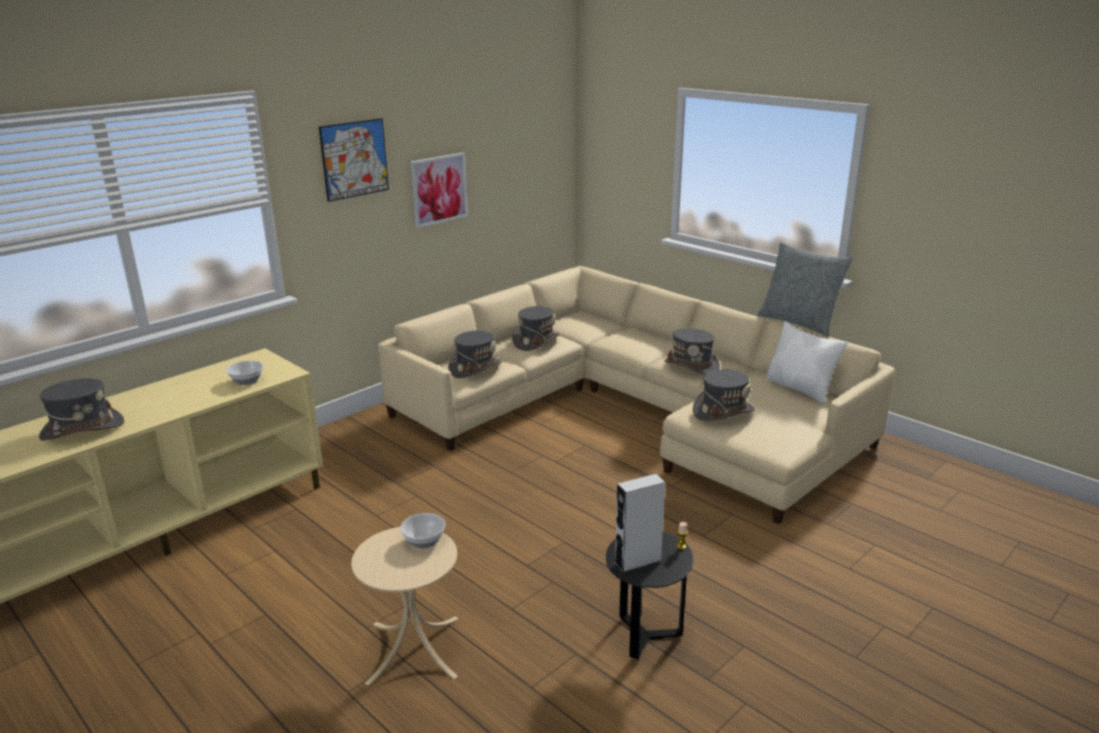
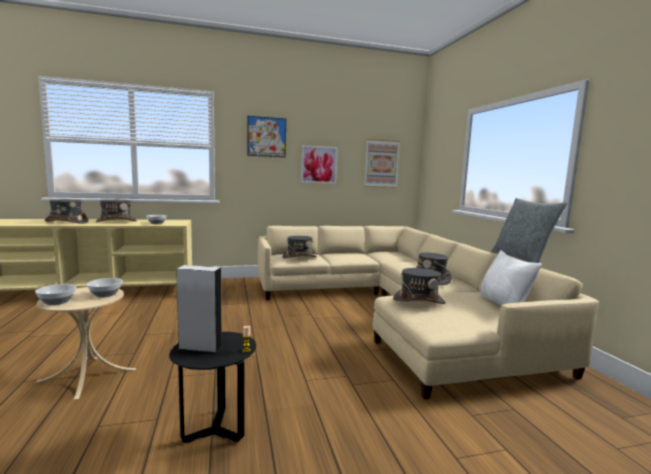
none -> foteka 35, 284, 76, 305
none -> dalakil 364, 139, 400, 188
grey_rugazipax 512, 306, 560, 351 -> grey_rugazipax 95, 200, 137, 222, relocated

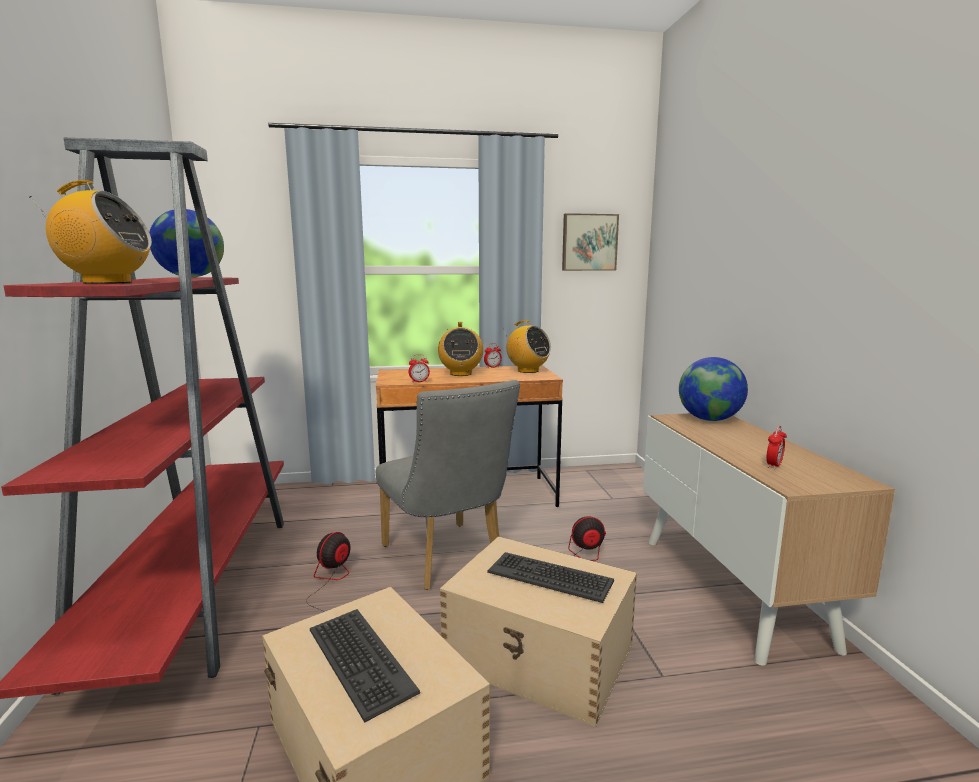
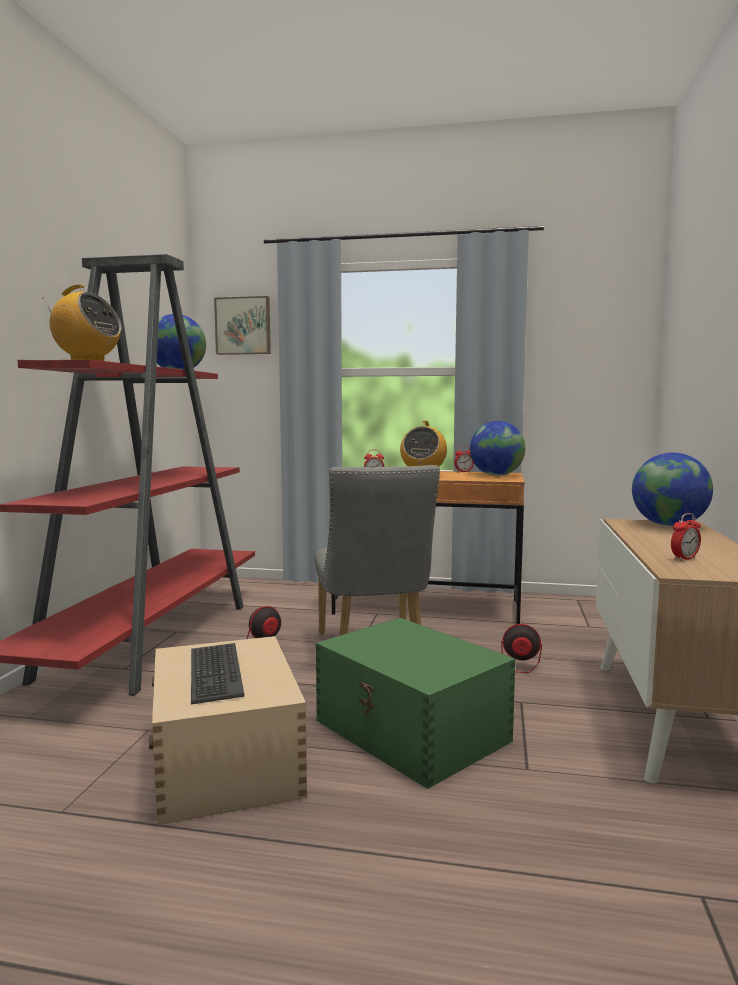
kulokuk 487, 552, 614, 603 -> none
dalakil 562, 213, 619, 271 -> dalakil 214, 296, 271, 355, relocated
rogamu 504, 320, 551, 373 -> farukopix 470, 421, 526, 476
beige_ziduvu 440, 536, 637, 727 -> green_ziduvu 316, 618, 516, 789

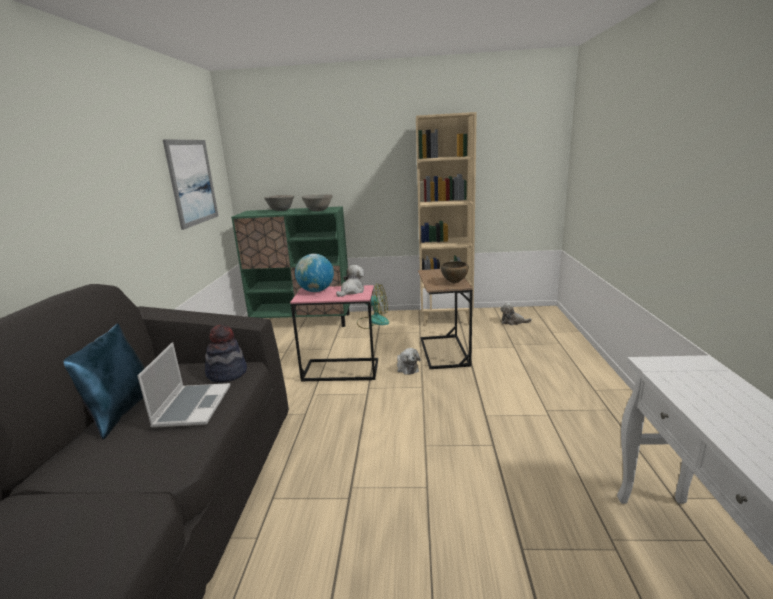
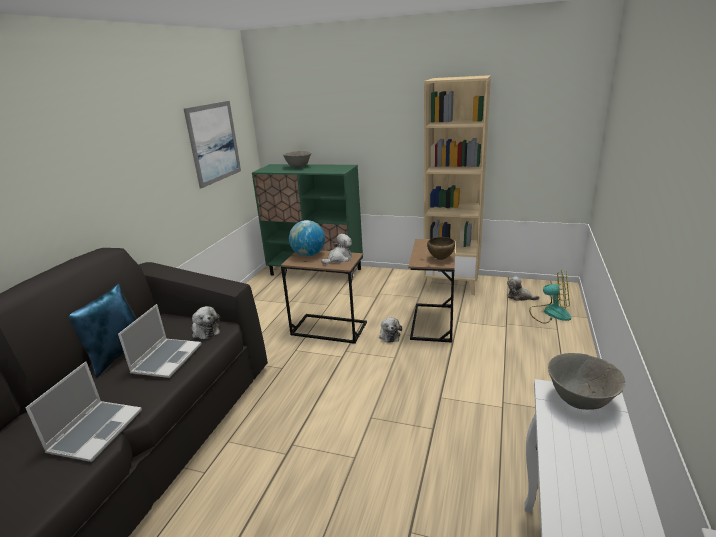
none -> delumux 25, 361, 142, 462
grey_foteka 301, 194, 333, 211 -> grey_foteka 548, 353, 625, 410, relocated
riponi 357, 283, 389, 329 -> riponi 529, 269, 571, 323, relocated
rugazipax 205, 325, 247, 382 -> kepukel 192, 306, 220, 339
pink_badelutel 290, 285, 378, 381 -> brown_badelutel 281, 250, 367, 344

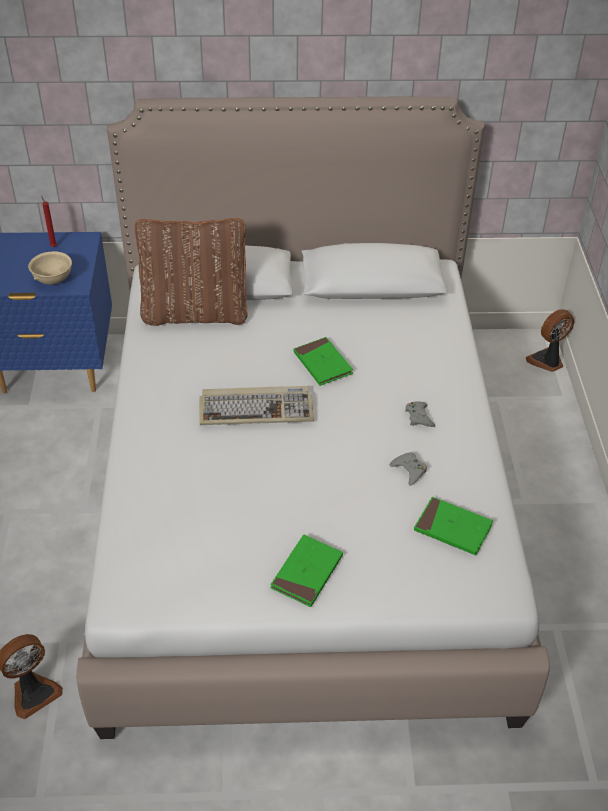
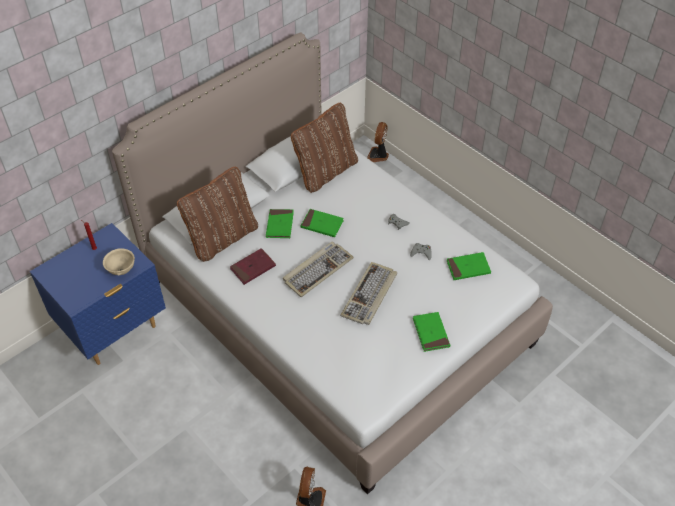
none -> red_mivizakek 230, 248, 276, 285
none -> green_mivizakek 266, 209, 294, 238
none -> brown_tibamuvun 291, 103, 358, 193
none -> kulokuk 340, 262, 397, 325

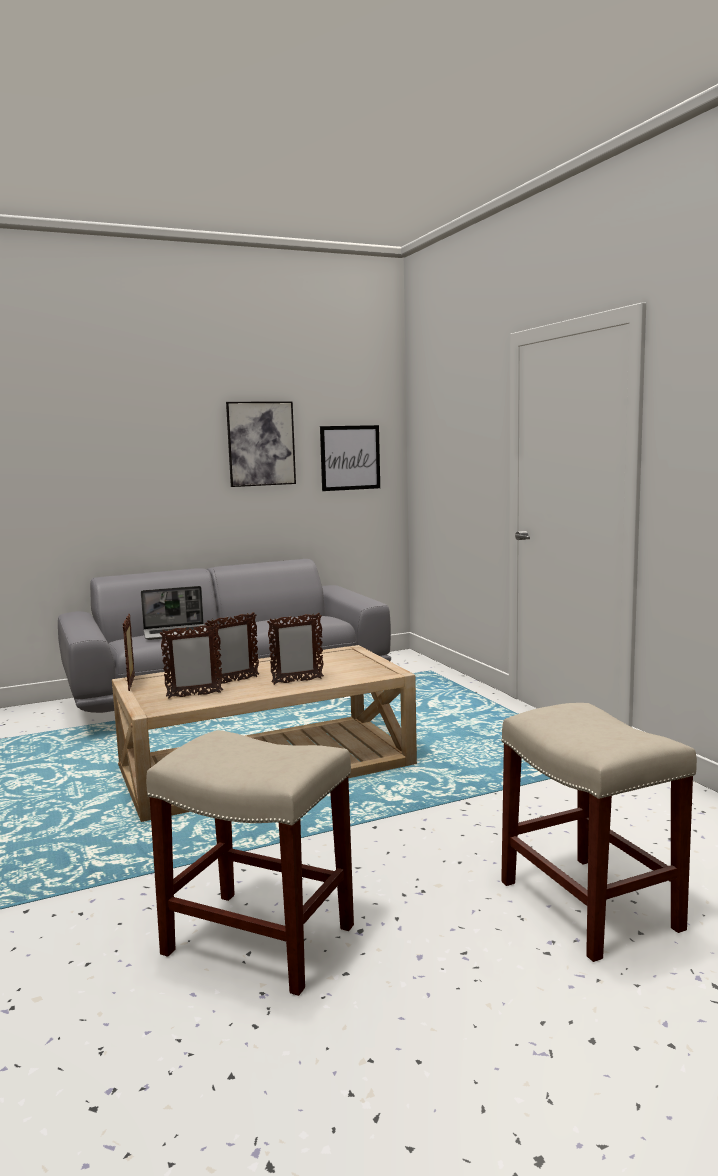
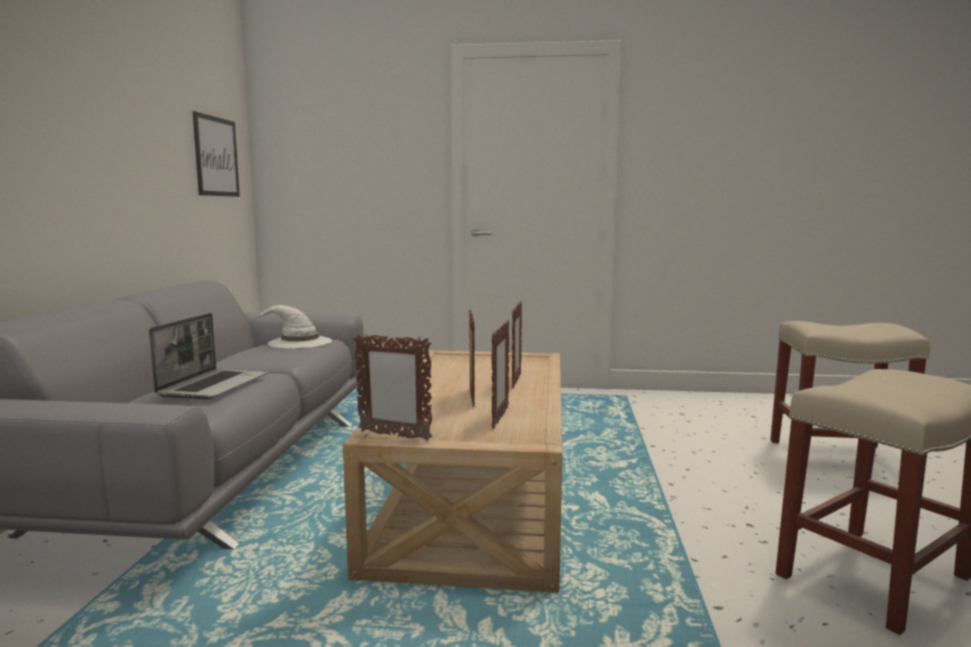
dalakil 226, 401, 296, 487 -> none
none -> white_rugazipax 252, 305, 332, 349

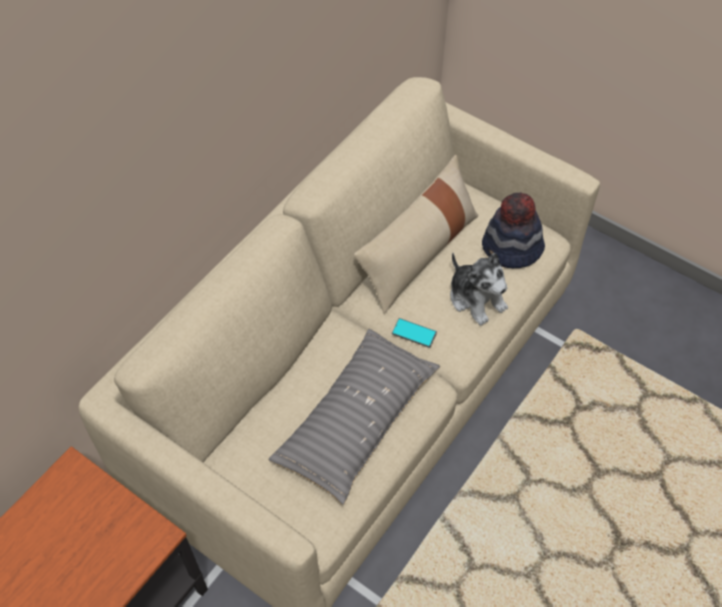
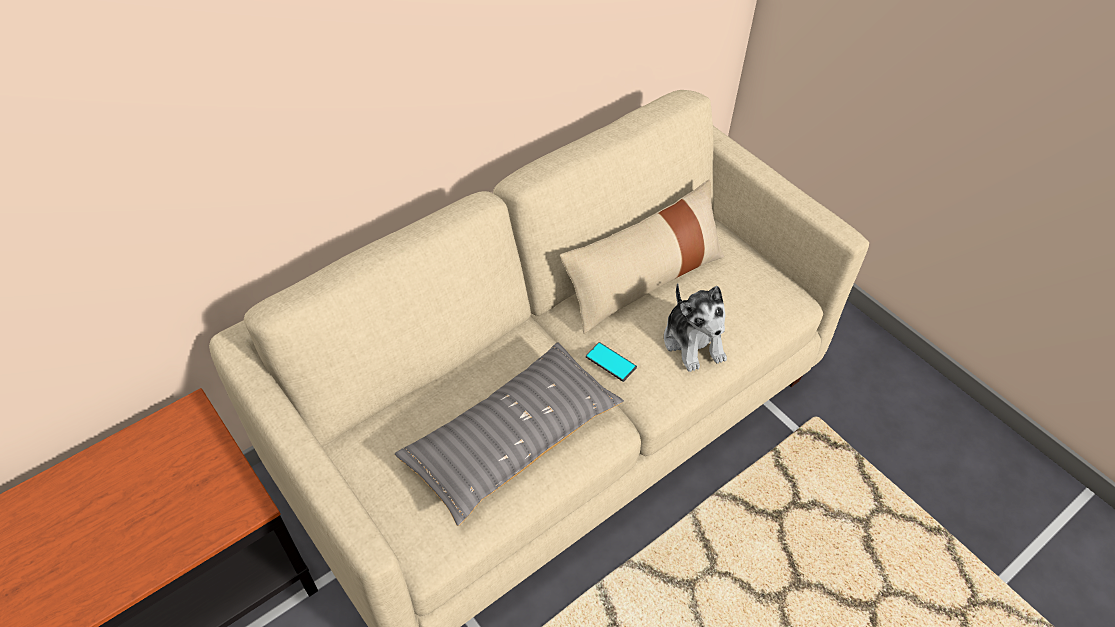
rugazipax 482, 193, 545, 268 -> none

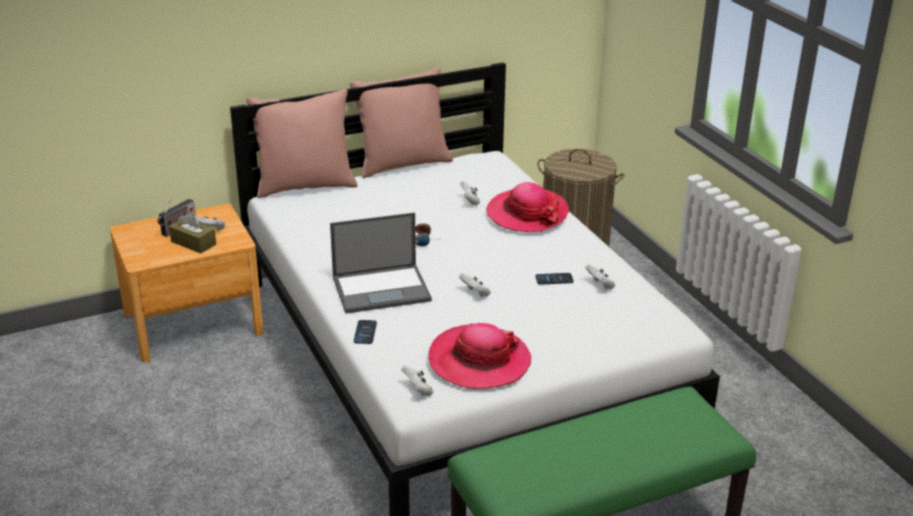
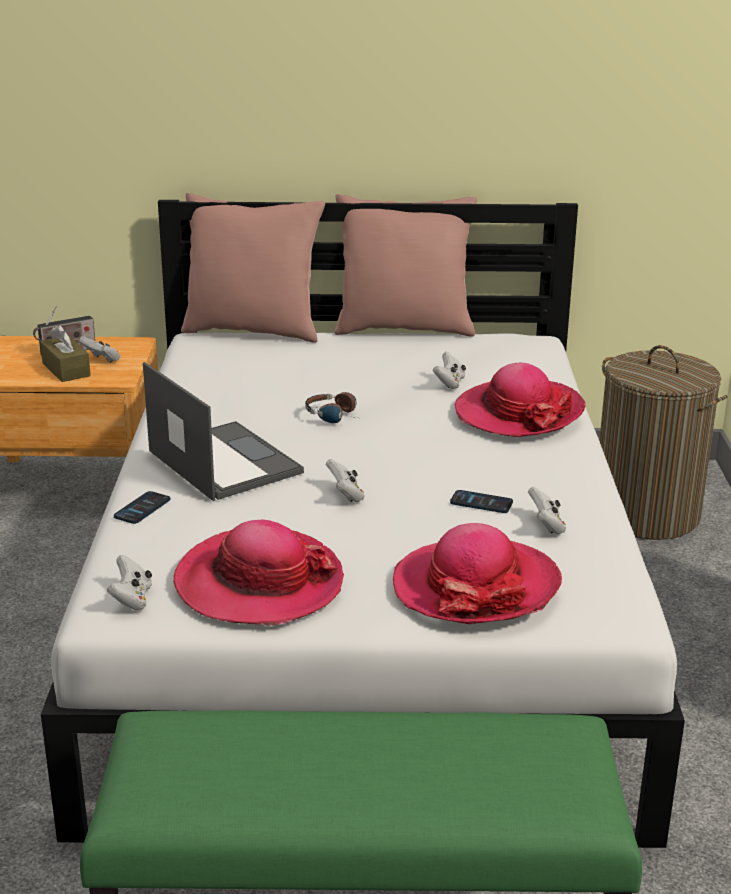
none -> rugazipax 393, 523, 562, 624
delumux 330, 212, 432, 314 -> delumux 143, 362, 304, 501, 135 degrees counterclockwise

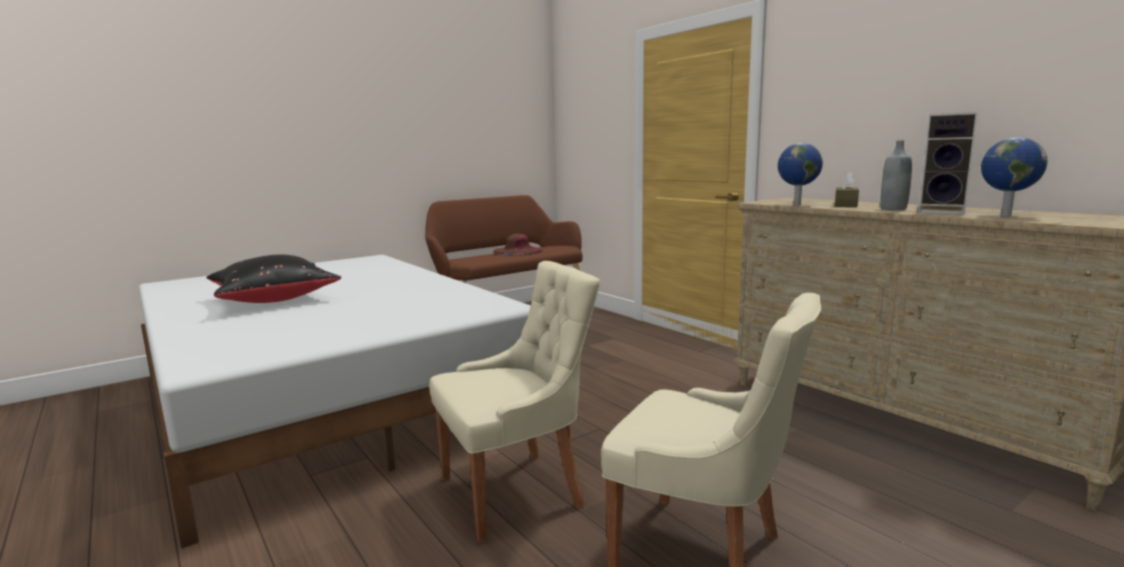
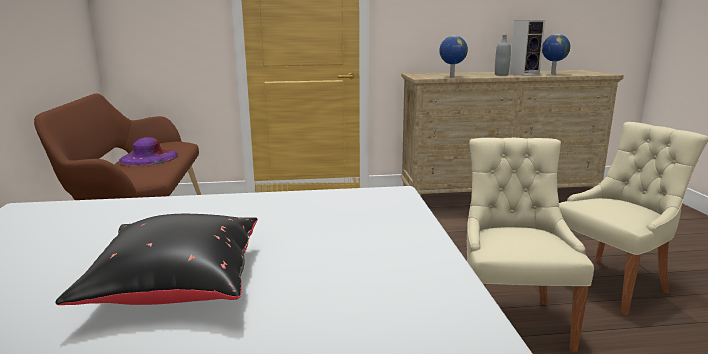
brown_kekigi 835, 172, 859, 207 -> none
brown_rugazipax 493, 234, 543, 256 -> purple_rugazipax 119, 137, 178, 166

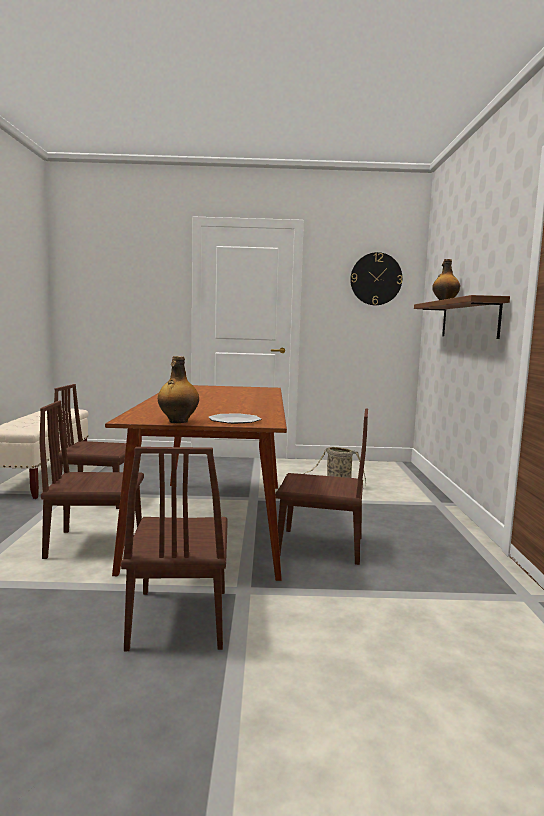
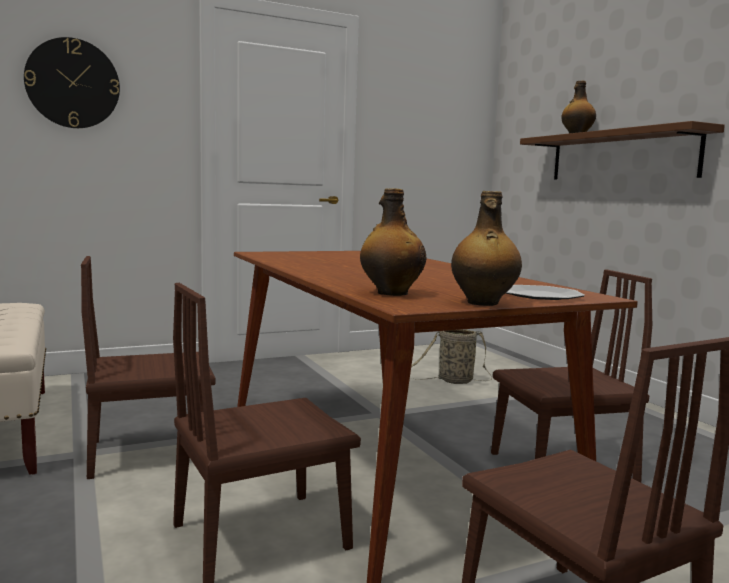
none -> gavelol 360, 188, 426, 296
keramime 350, 252, 402, 305 -> keramime 24, 37, 120, 128, relocated

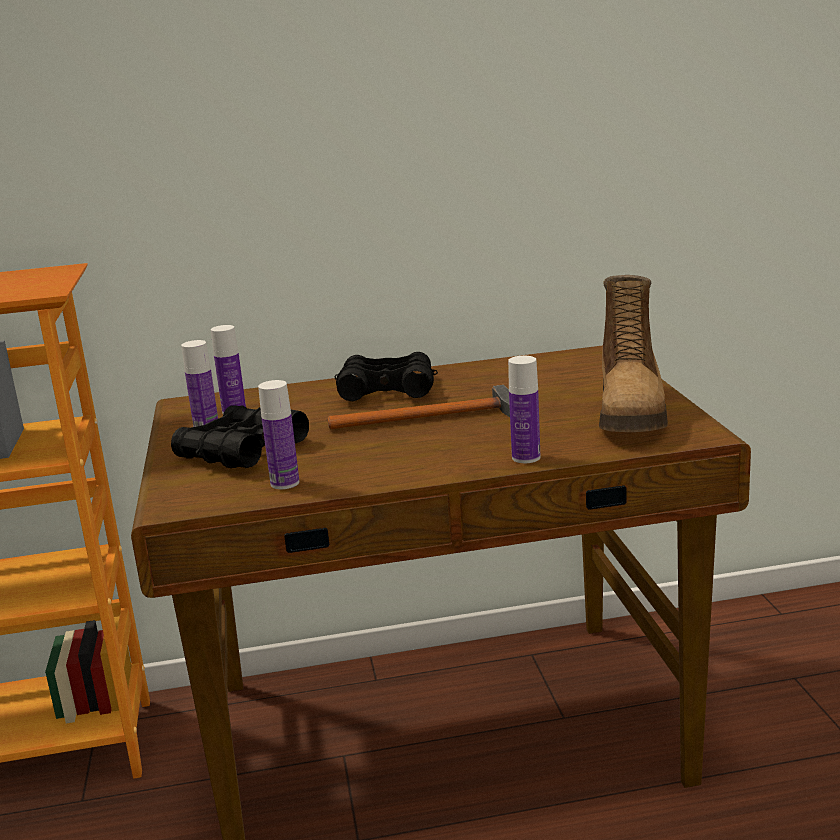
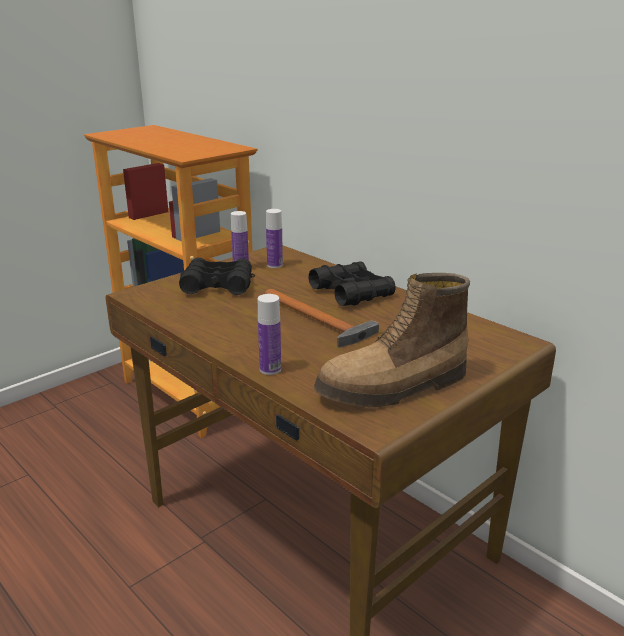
gavelol 258, 380, 299, 489 -> none

